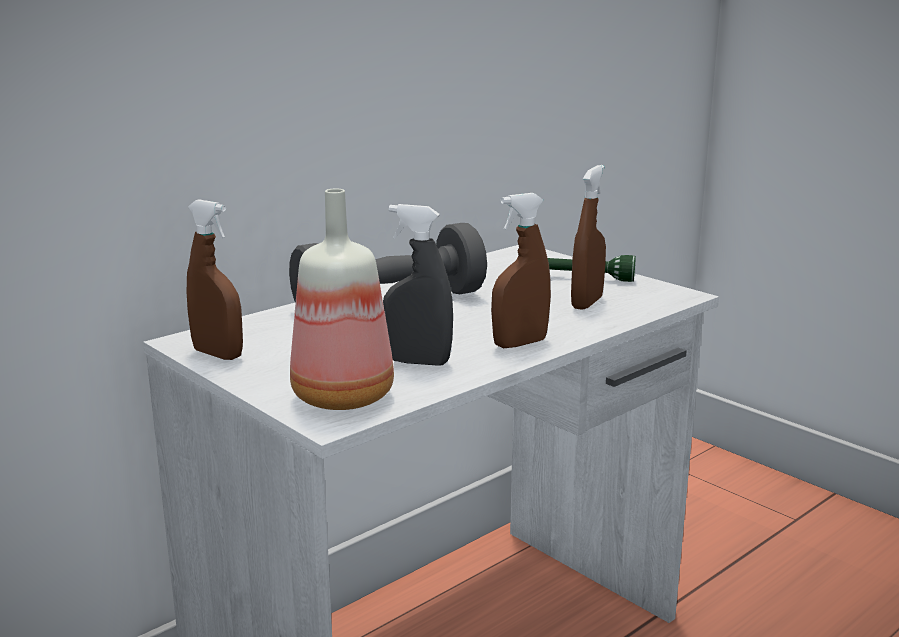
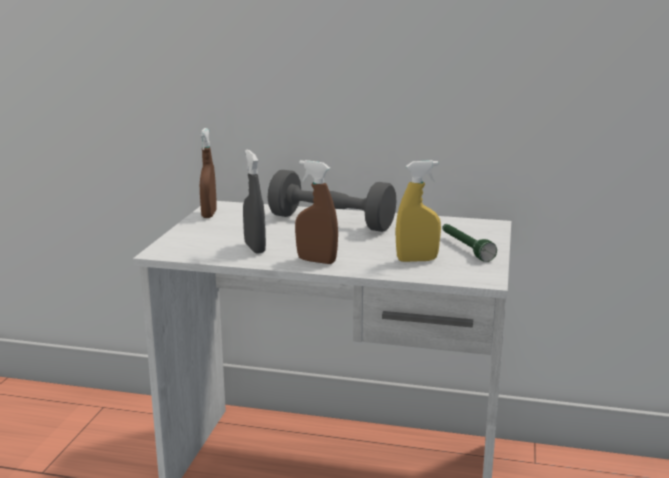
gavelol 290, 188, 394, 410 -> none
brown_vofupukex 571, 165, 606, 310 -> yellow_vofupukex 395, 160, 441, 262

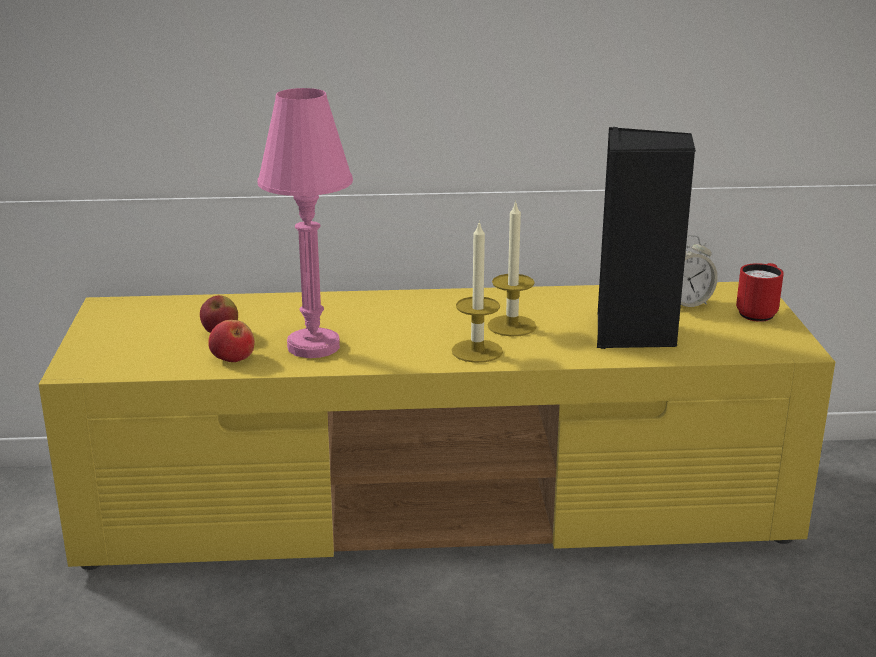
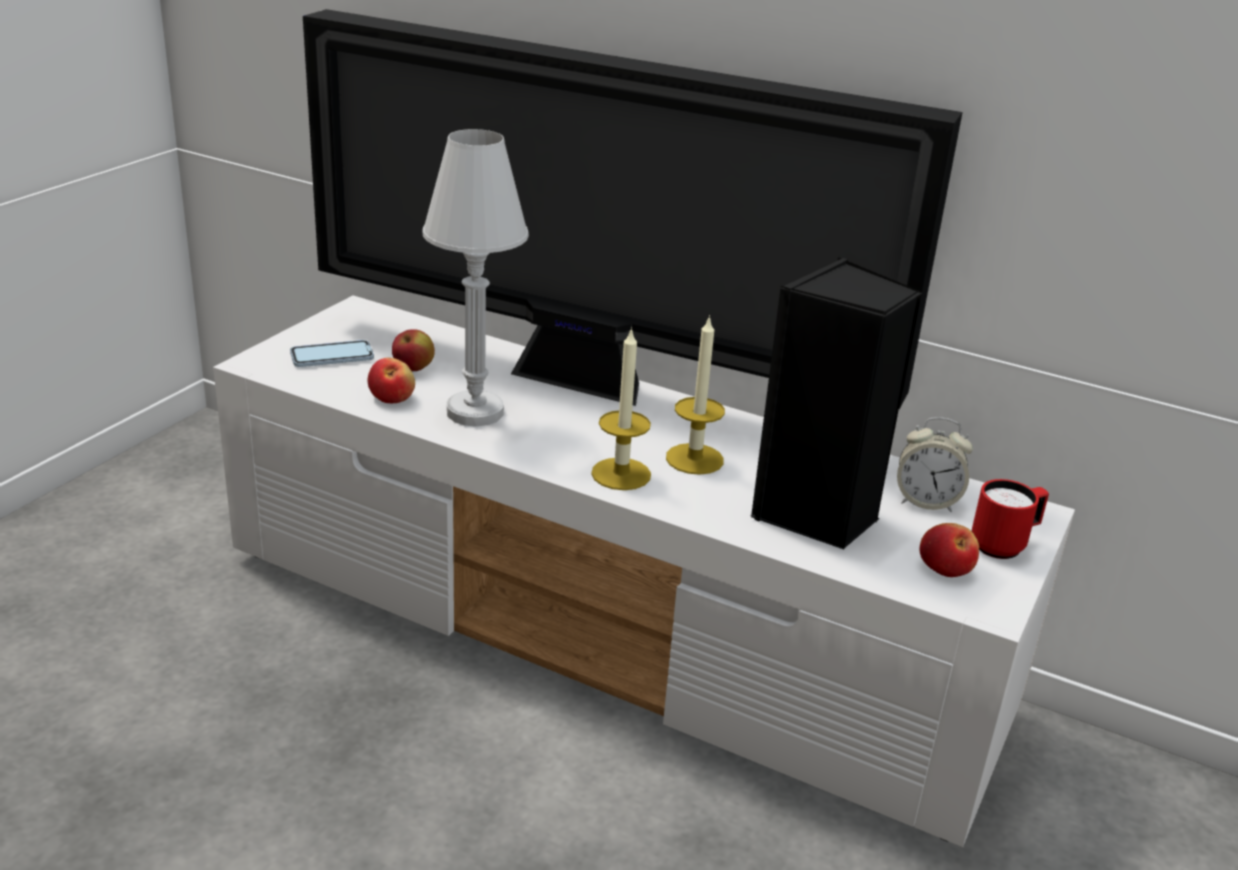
none -> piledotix 290, 340, 374, 367
none -> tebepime 303, 9, 963, 409
none -> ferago 920, 523, 979, 577
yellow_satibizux 39, 282, 835, 570 -> white_satibizux 213, 295, 1075, 847
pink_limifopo 258, 88, 353, 358 -> white_limifopo 422, 129, 529, 427

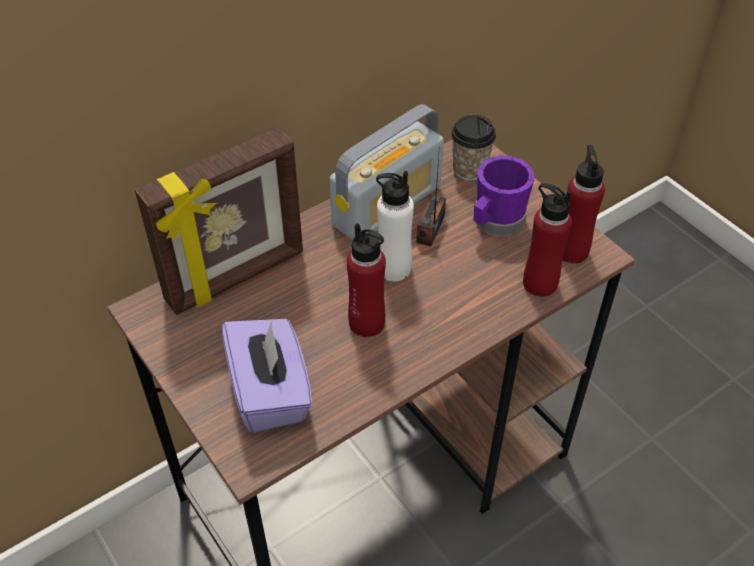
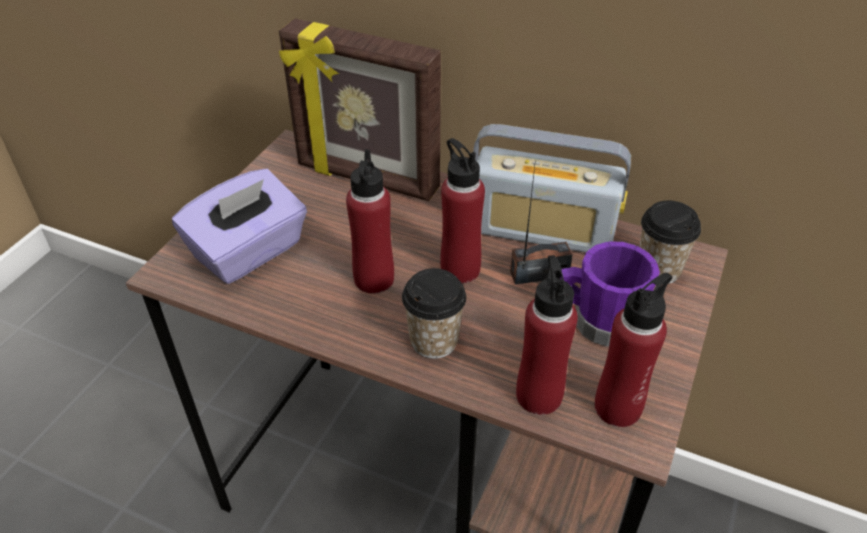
none -> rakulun 402, 268, 466, 359
white_gavelol 376, 171, 414, 281 -> red_gavelol 440, 138, 485, 283

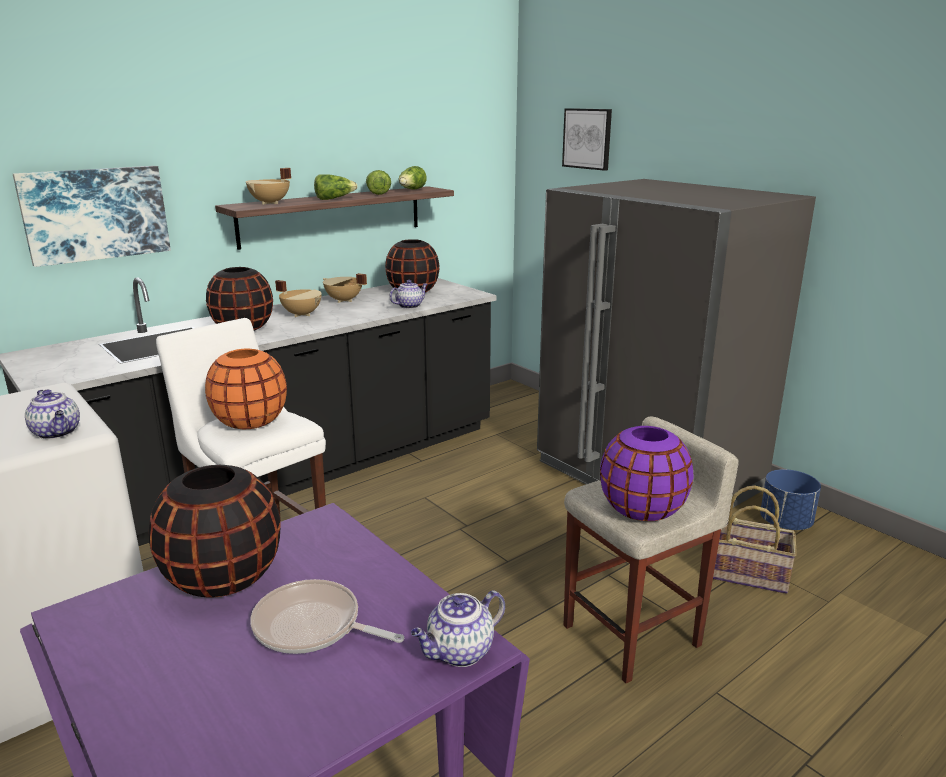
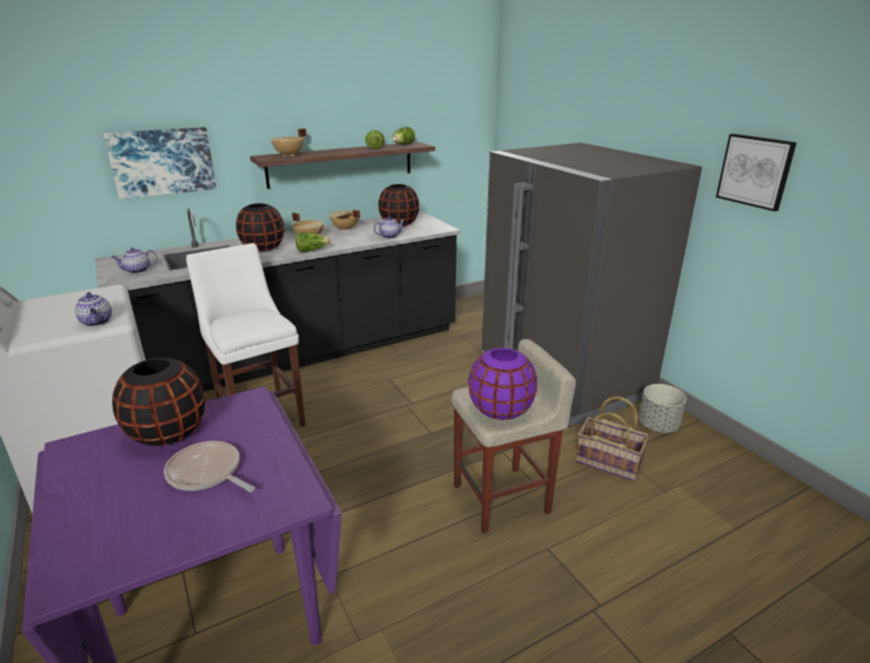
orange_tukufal 205, 349, 287, 429 -> none
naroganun 314, 174, 358, 200 -> naroganun 296, 232, 331, 252, relocated
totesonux 411, 590, 505, 667 -> totesonux 112, 247, 157, 273, relocated
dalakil 562, 108, 612, 171 -> dalakil 716, 134, 797, 211, relocated
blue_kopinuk 760, 469, 821, 530 -> grey_kopinuk 639, 384, 687, 433

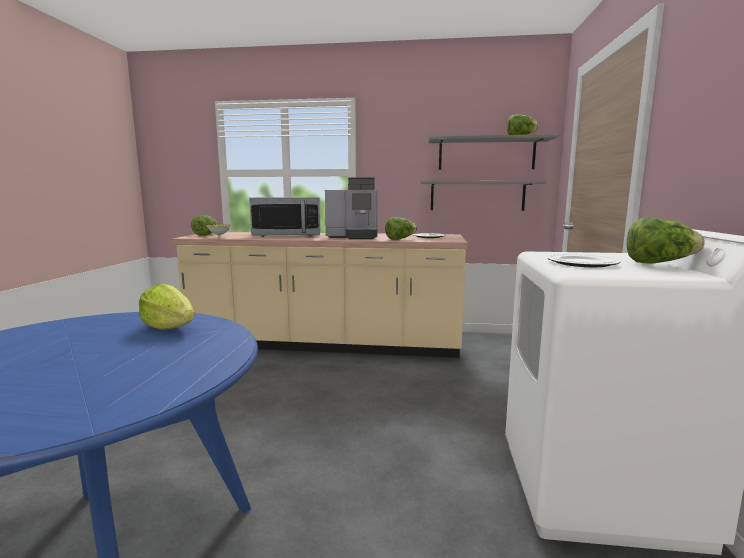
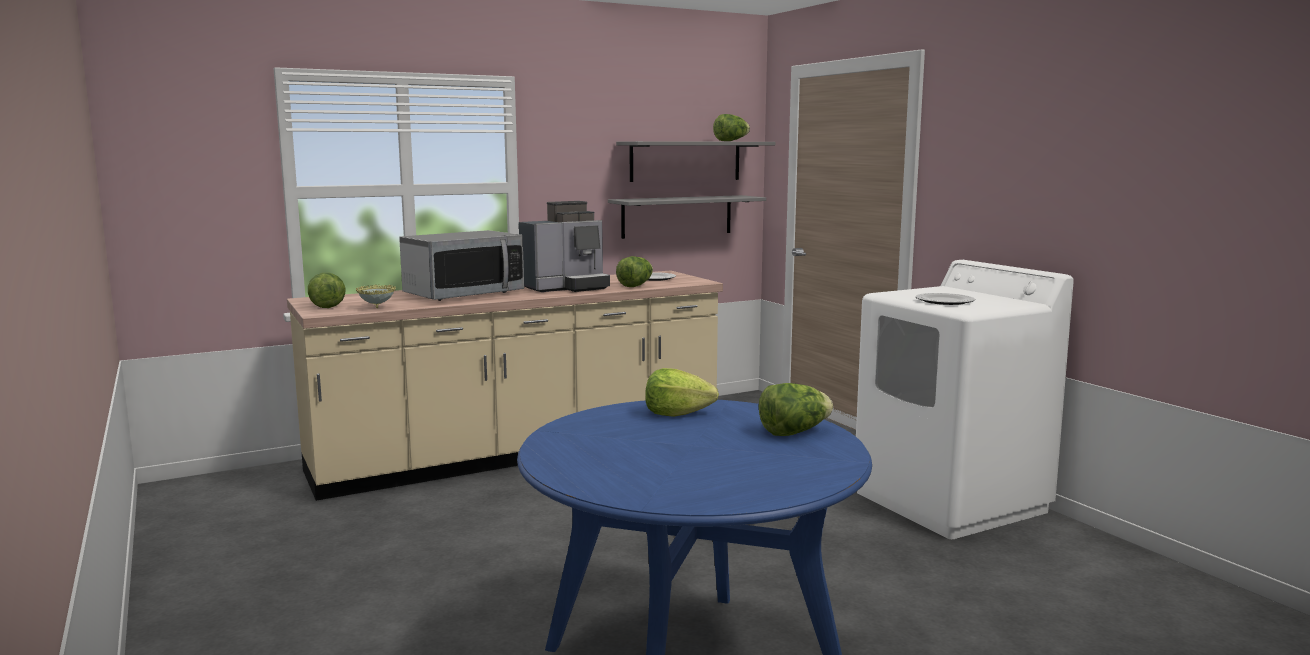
naroganun 627, 218, 705, 264 -> naroganun 759, 383, 833, 436, relocated

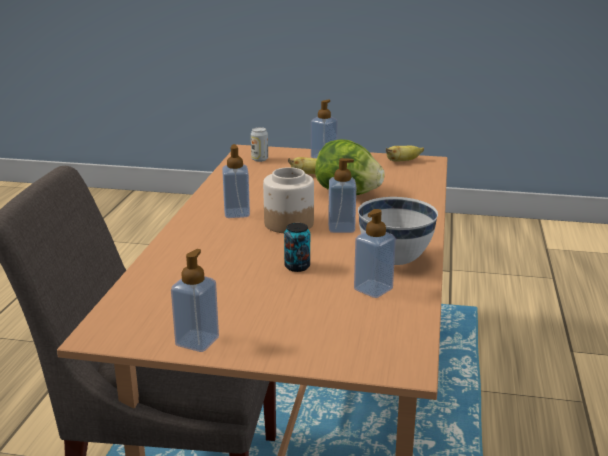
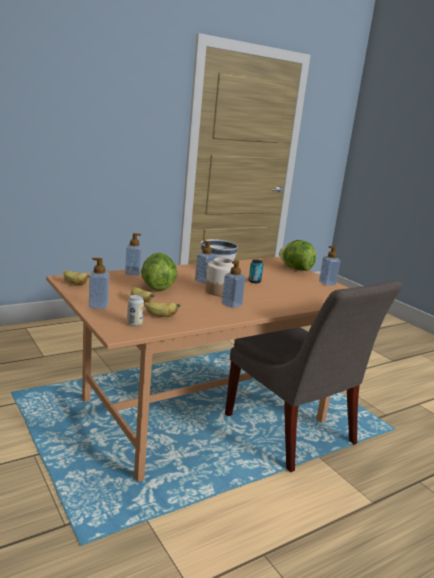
none -> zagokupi 144, 302, 180, 317
none -> naroganun 279, 240, 316, 271
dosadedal 354, 209, 396, 298 -> dosadedal 125, 233, 142, 276, relocated

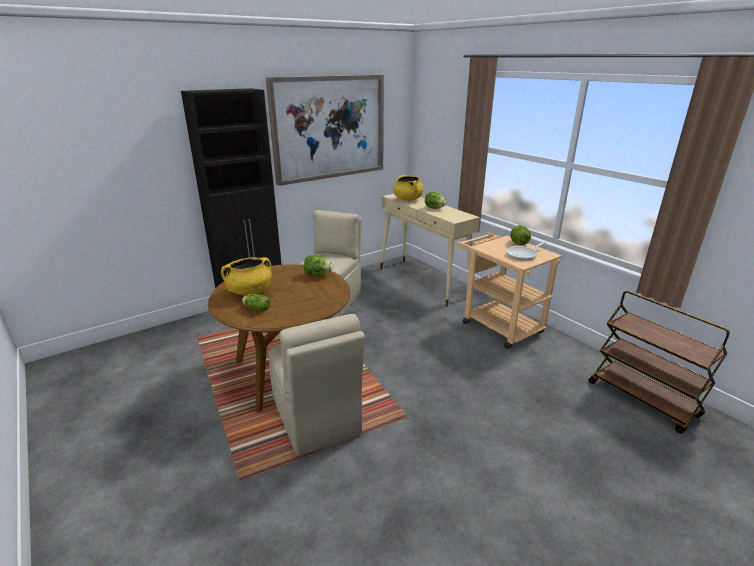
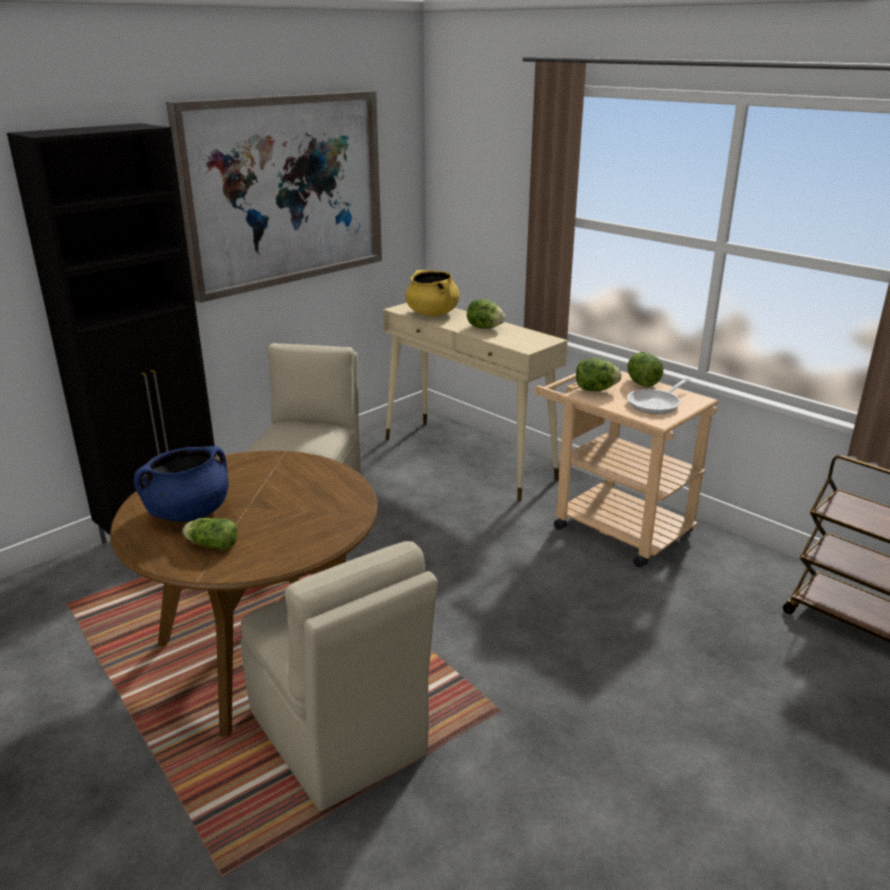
naroganun 304, 255, 332, 276 -> naroganun 576, 358, 621, 391, relocated
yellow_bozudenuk 221, 257, 272, 296 -> blue_bozudenuk 134, 446, 229, 522

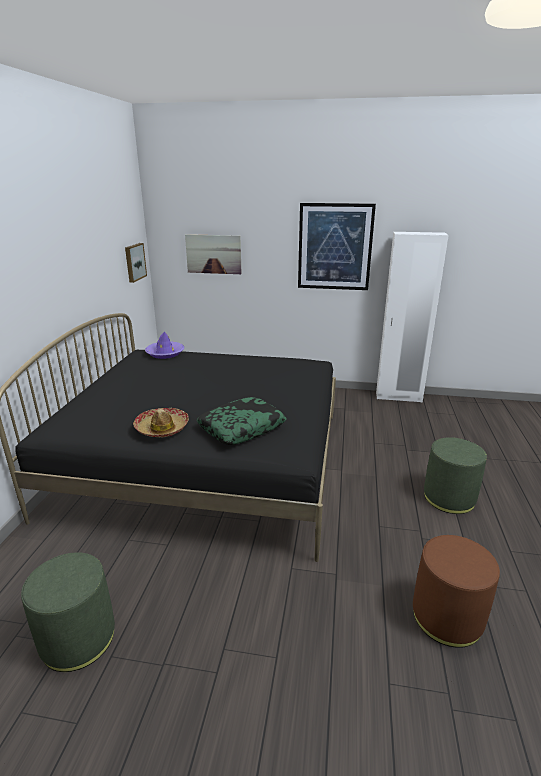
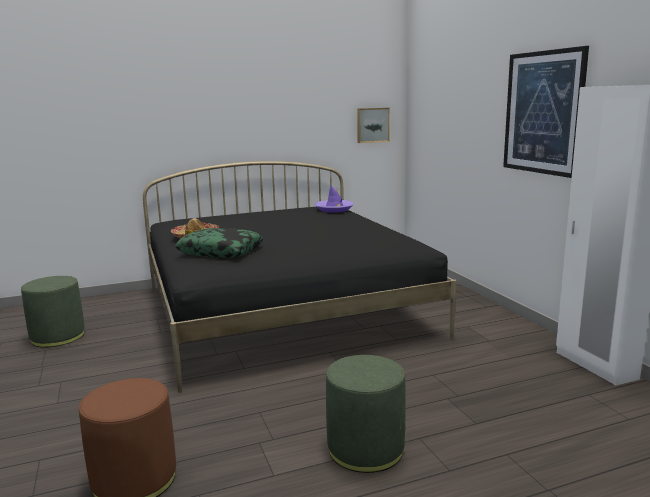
dalakil 185, 234, 241, 274 -> none

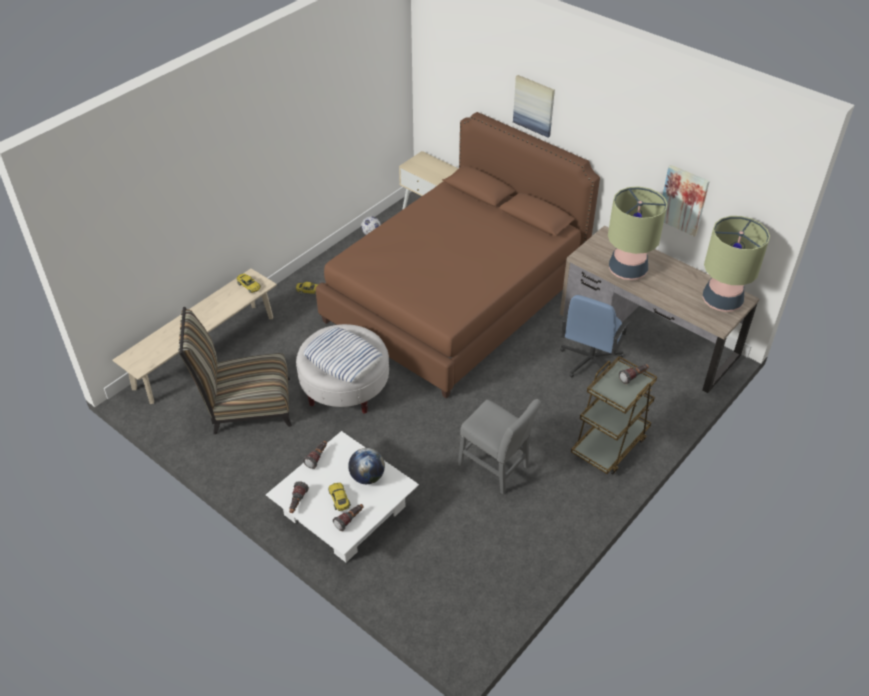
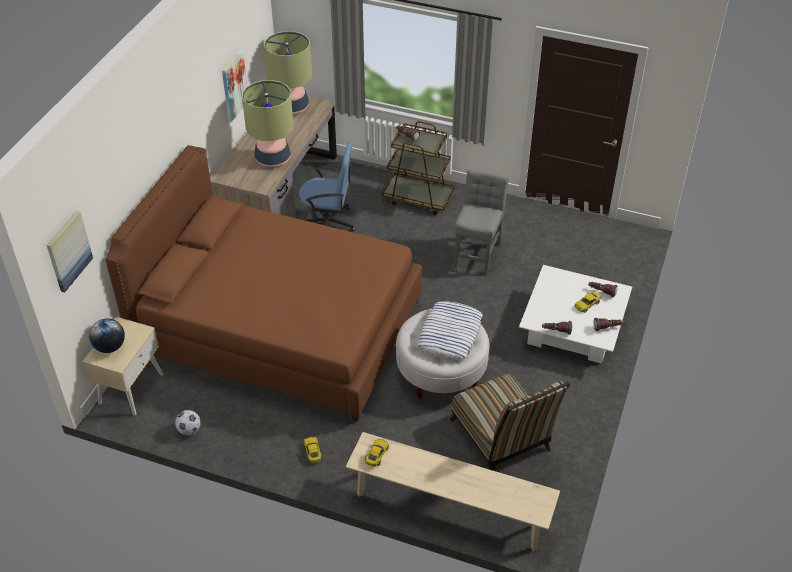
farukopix 348, 448, 385, 484 -> farukopix 89, 319, 125, 353, relocated
dalakil 513, 75, 555, 137 -> dalakil 47, 211, 93, 292, relocated

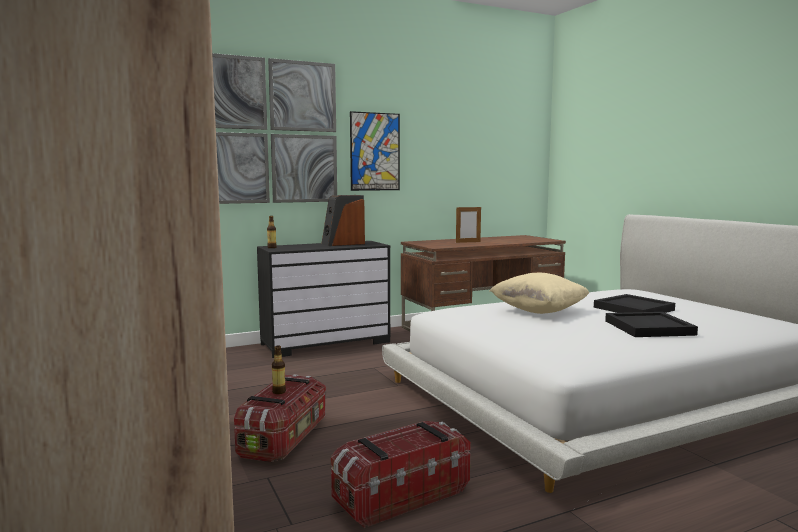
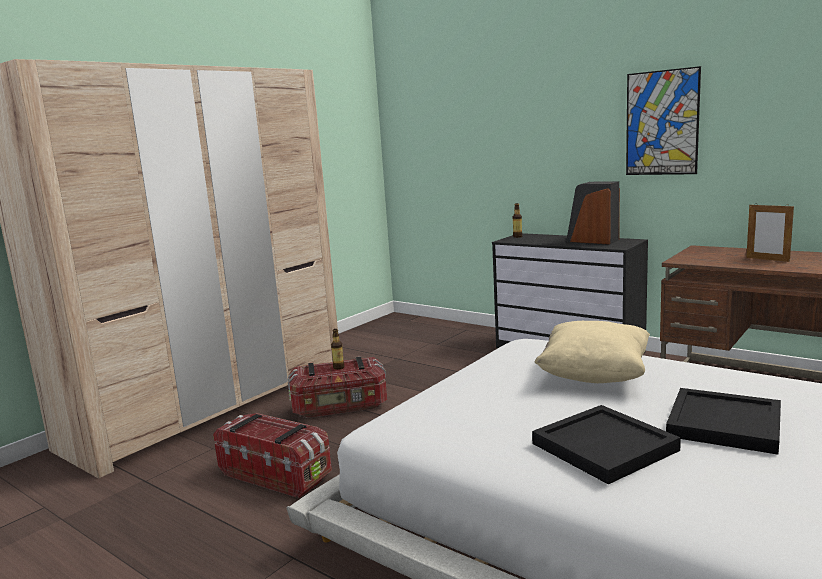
dalakil 212, 53, 337, 204 -> none

